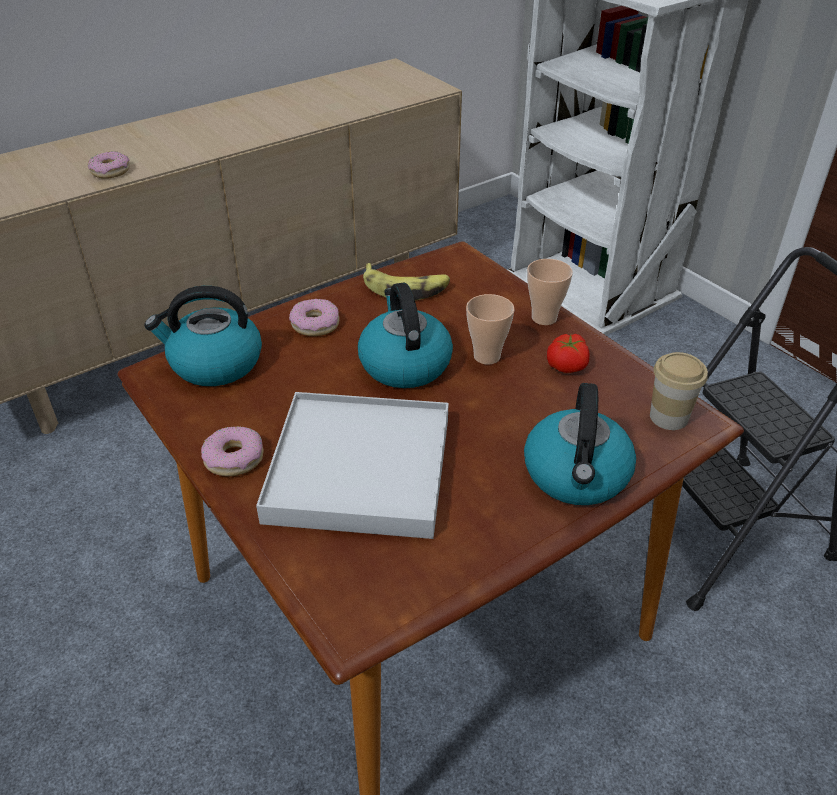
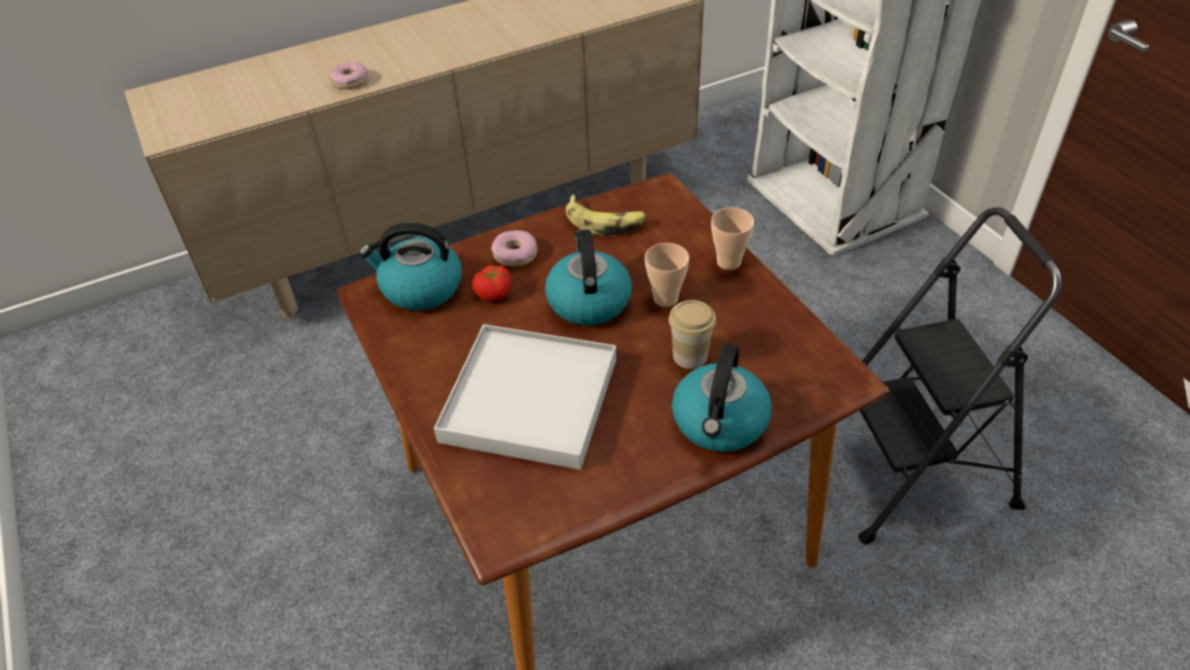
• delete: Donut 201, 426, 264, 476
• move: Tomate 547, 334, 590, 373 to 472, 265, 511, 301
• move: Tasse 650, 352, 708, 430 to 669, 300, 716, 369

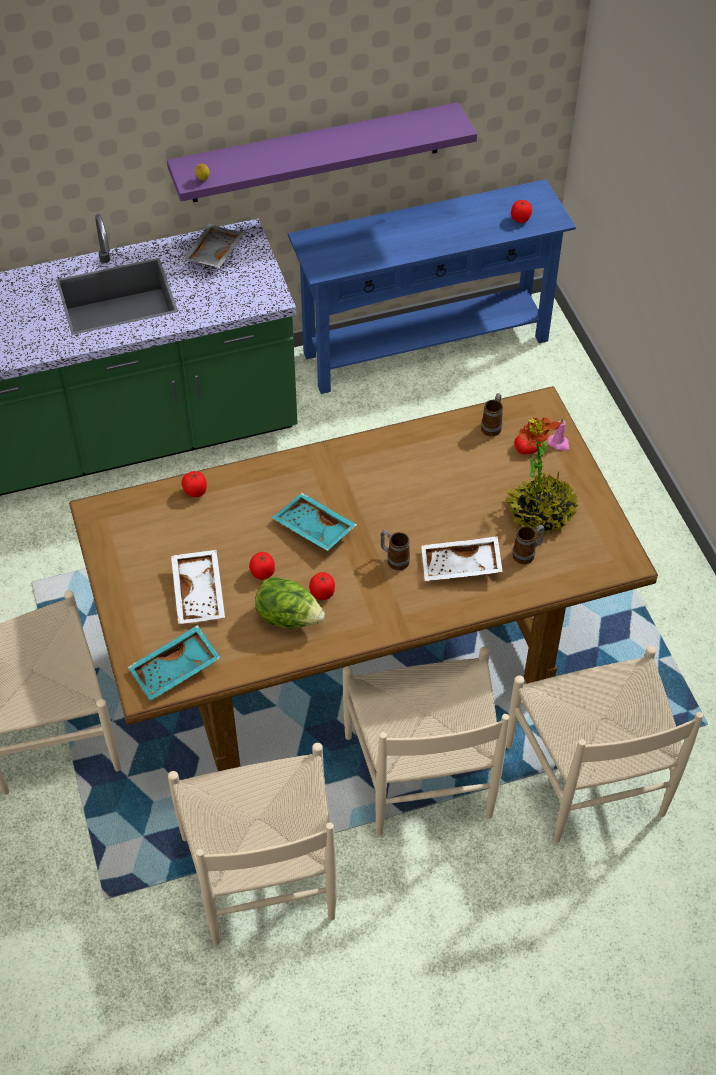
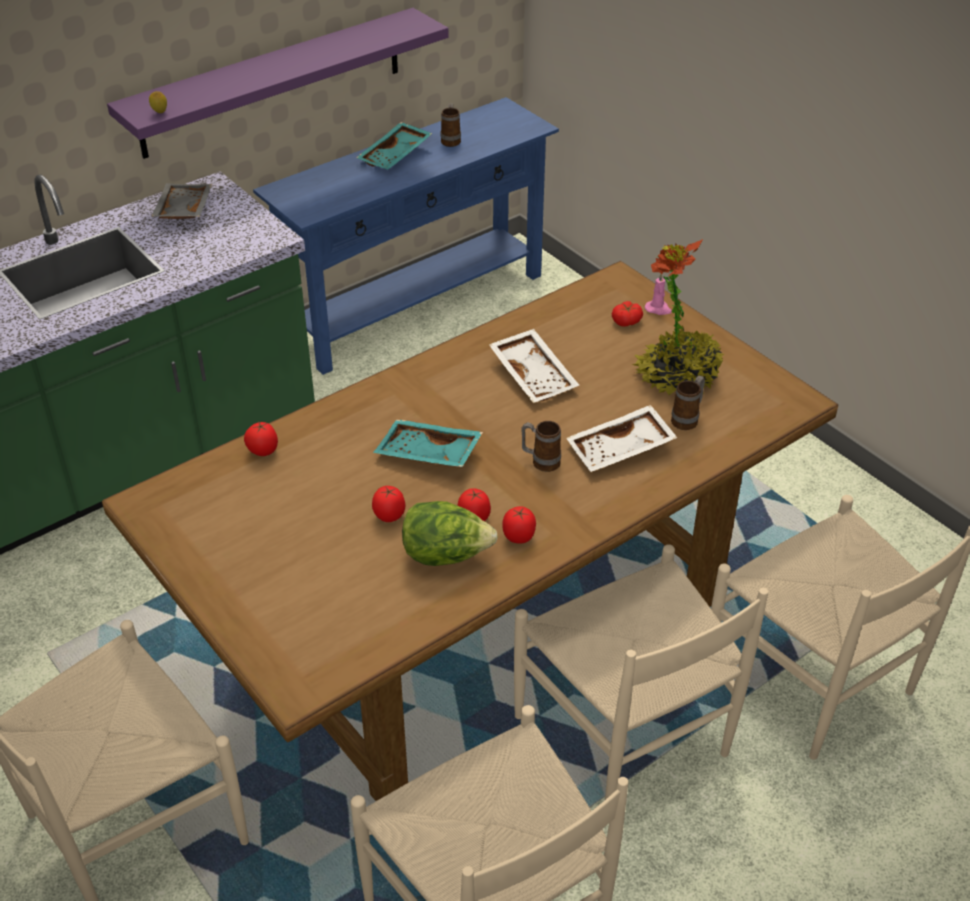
• move: Tablett [türkis] 128, 625, 221, 701 to 356, 122, 433, 170
• move: Tablett [weiß] 171, 550, 225, 624 to 489, 329, 579, 403
• move: Henkelbecher 481, 393, 503, 436 to 441, 103, 461, 147
• move: Tomate 511, 200, 532, 223 to 502, 506, 536, 544

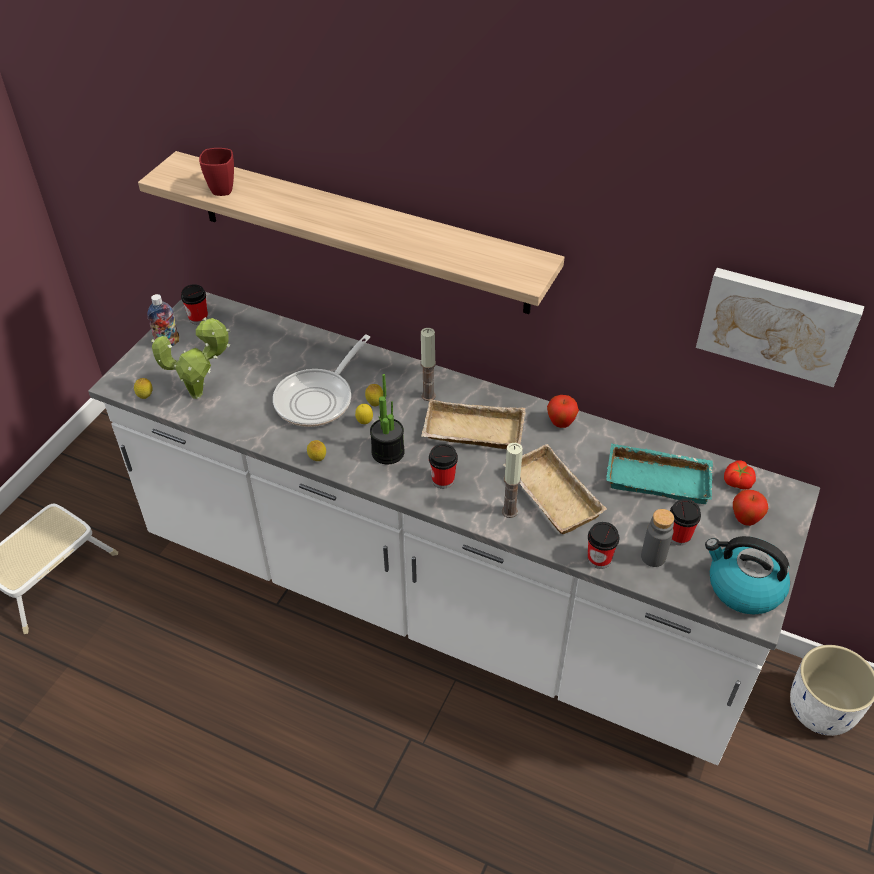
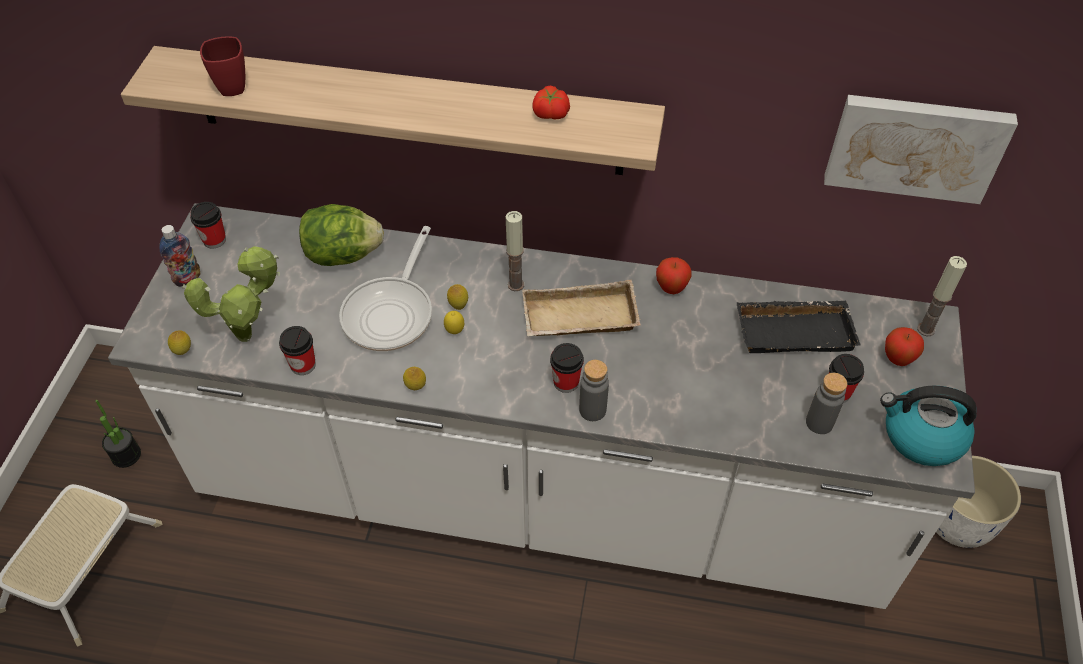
• delete: Tablett [beige] 503, 444, 607, 534
• insert: Salatkopf 299, 204, 384, 266
• insert: Flasche [grau] 579, 360, 609, 421
• move: Topfpflanze 370, 374, 405, 464 to 95, 400, 141, 468
• move: Kerze 502, 443, 523, 518 to 917, 256, 967, 336
• move: Tasse 588, 522, 619, 569 to 279, 326, 316, 375
• move: Tomate 724, 460, 756, 490 to 533, 85, 570, 119
• recolor: Tablett [türkis] 606, 443, 713, 504 to Tablett [schwarz] 736, 301, 860, 353

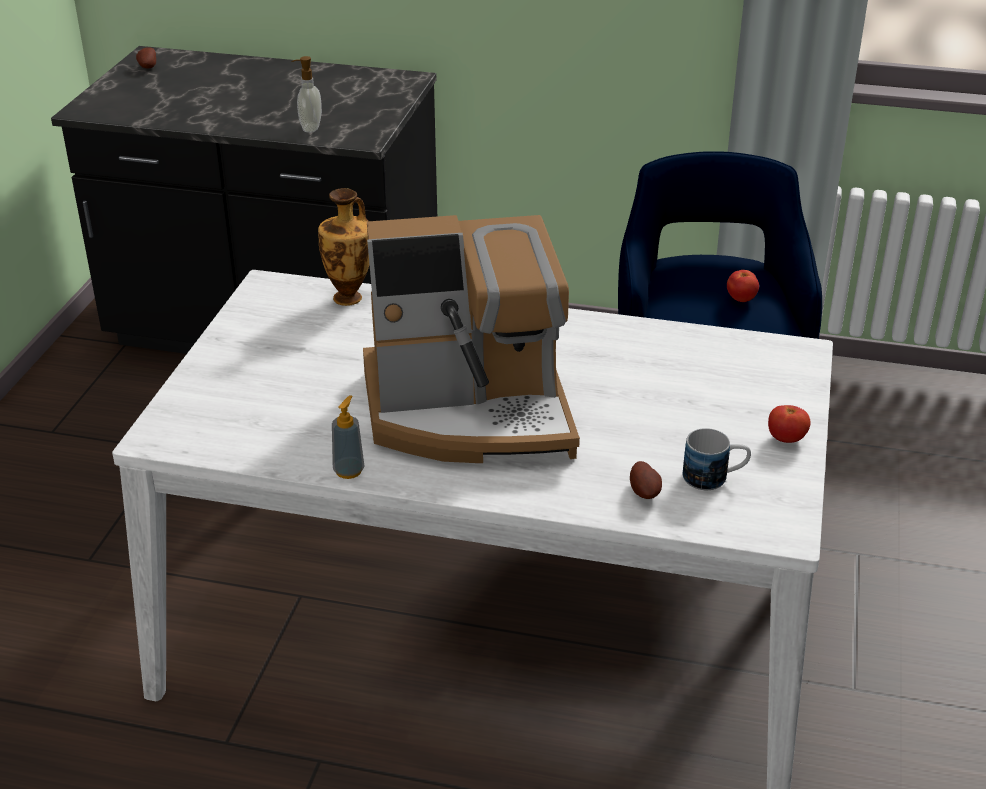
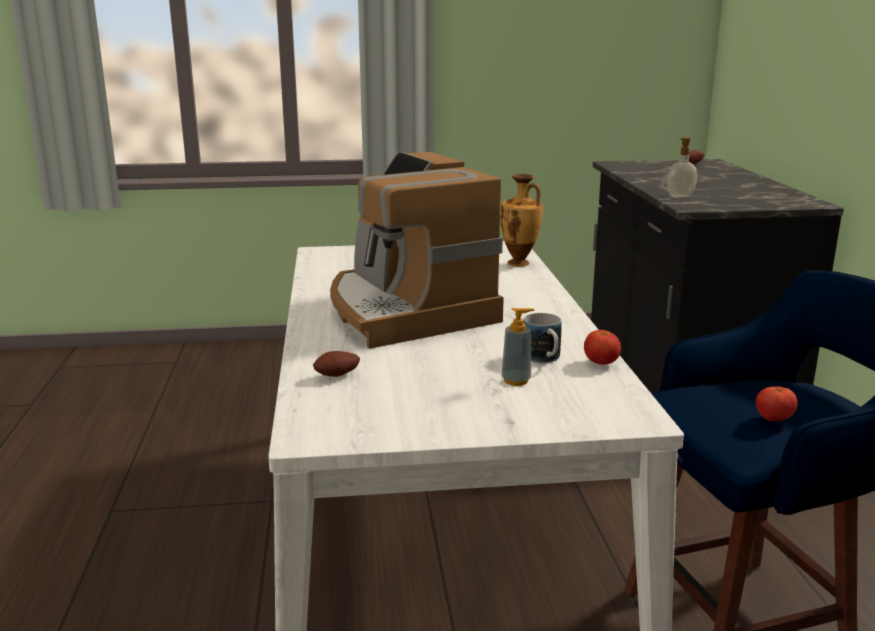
• move: Seifenspender 332, 395, 364, 479 to 501, 308, 534, 386
• move: Henkelbecher 683, 428, 751, 490 to 523, 313, 562, 363
• move: Tomate 768, 405, 811, 443 to 584, 330, 621, 365

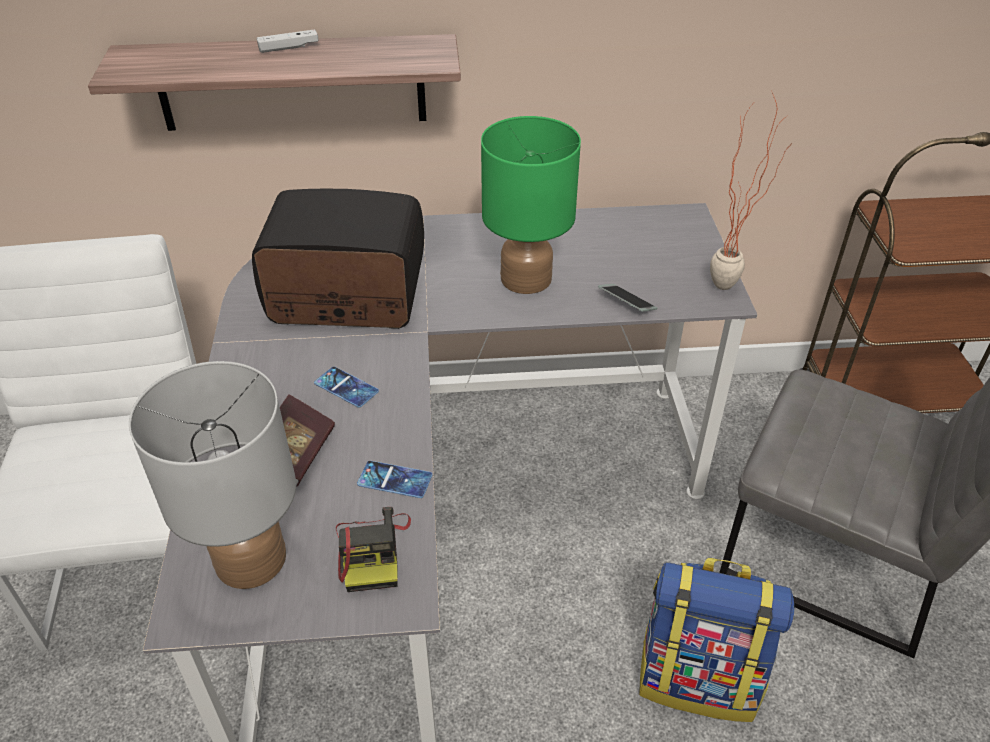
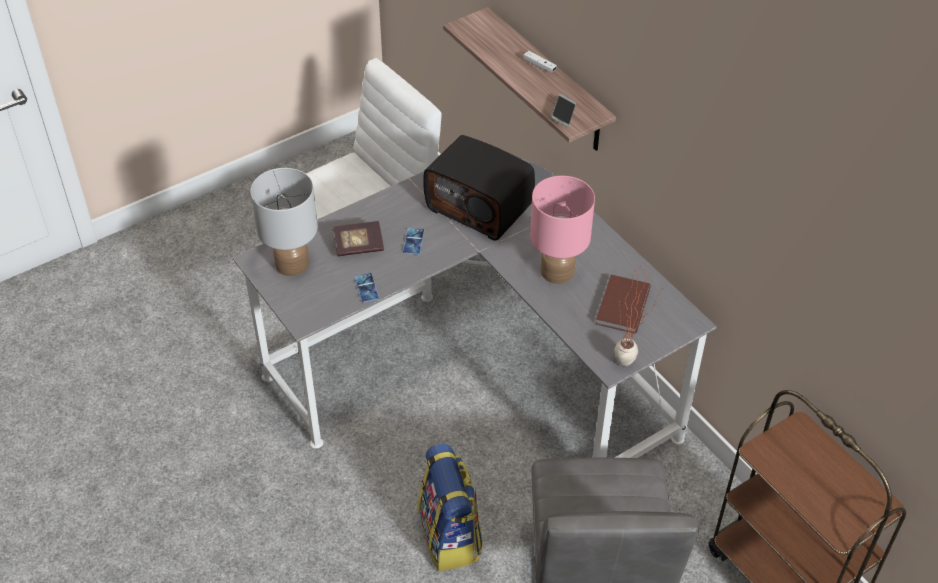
• delete: Kamera 336, 507, 411, 592
• insert: Buch [braun] 595, 275, 651, 334
• move: Handy 598, 284, 657, 312 to 551, 94, 576, 127
• recolor: Tischlampe [grün] 481, 116, 581, 294 to Tischlampe [rosa] 530, 176, 595, 284
• rotate: Radio 252, 189, 424, 329 = 423, 135, 535, 241 150 degrees clockwise

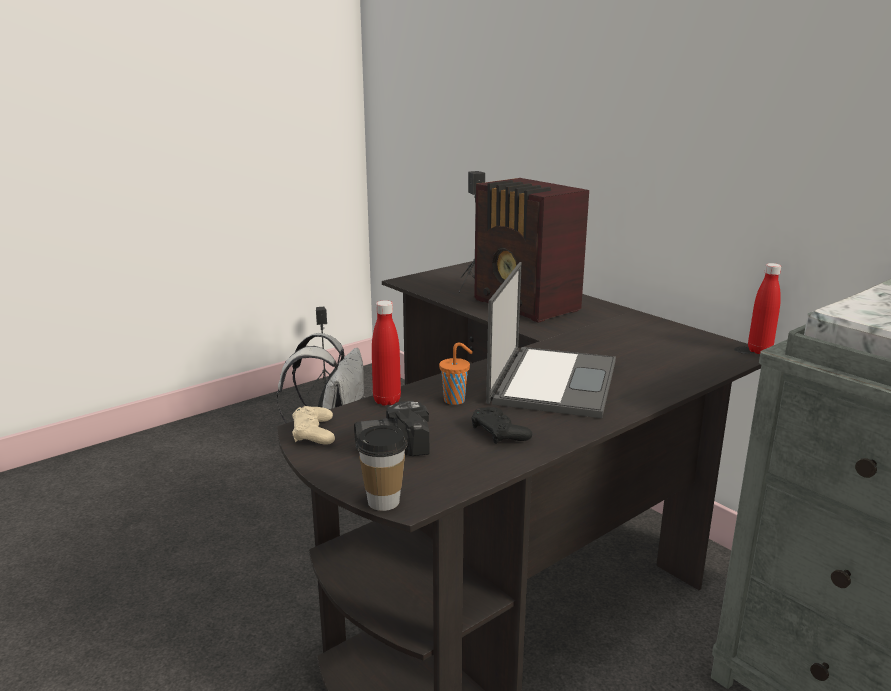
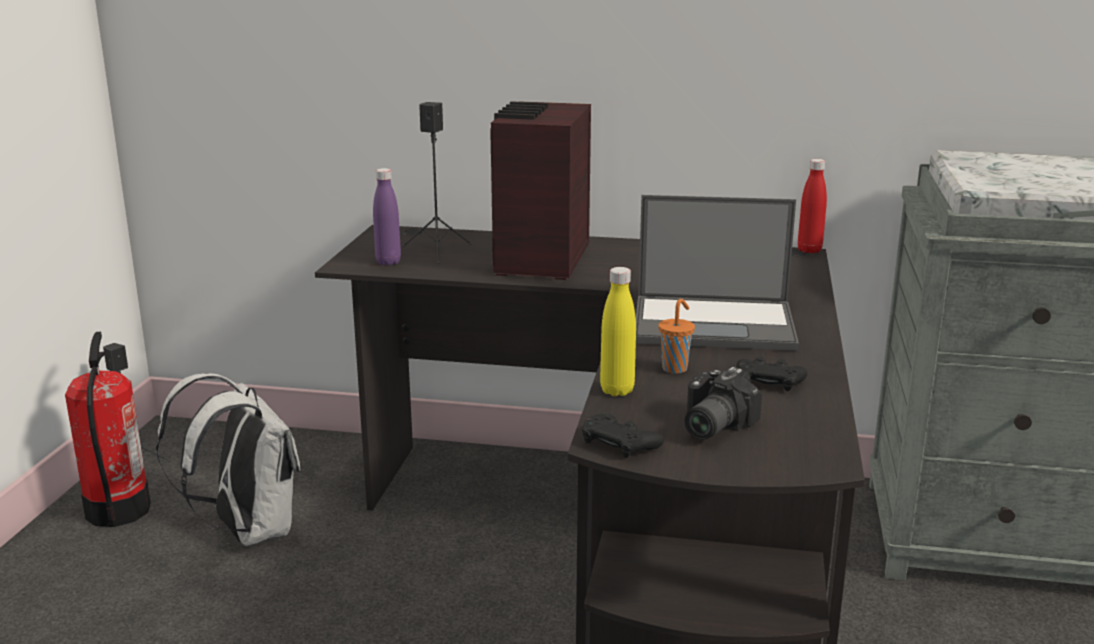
• delete: Tasse 356, 425, 408, 511
• insert: Feuerlöscher 65, 332, 151, 527
• insert: Flasche [lila] 373, 168, 401, 266
• recolor: Gamepad [beige] 292, 406, 335, 445 to Gamepad [schwarz] 582, 414, 664, 458
• recolor: Flasche [rot] 372, 300, 401, 406 to Flasche [gelb] 600, 267, 636, 396
• rotate: Radio 474, 178, 589, 323 = 490, 101, 591, 280 90 degrees clockwise
• rotate: Laptop 486, 262, 616, 418 = 636, 195, 799, 351 120 degrees clockwise

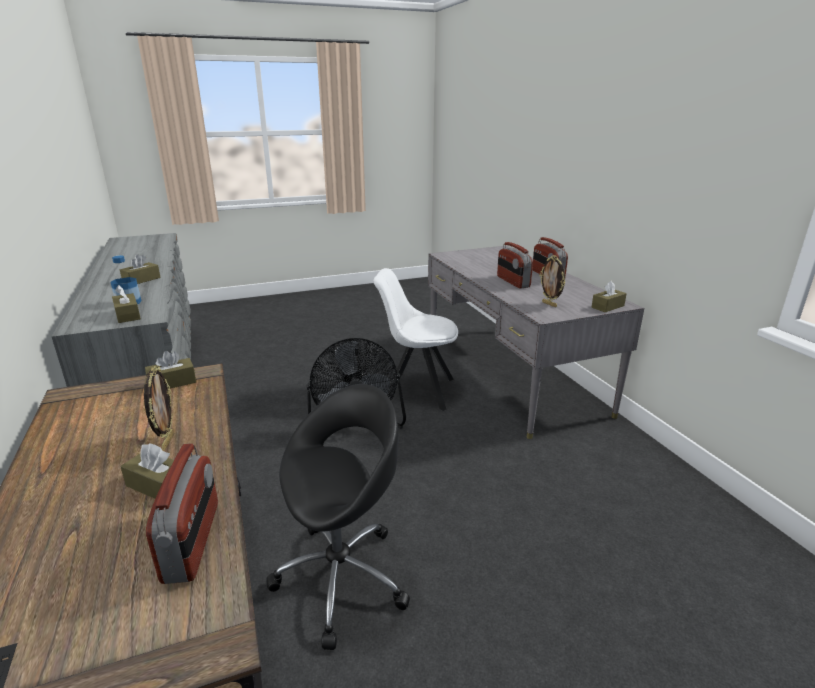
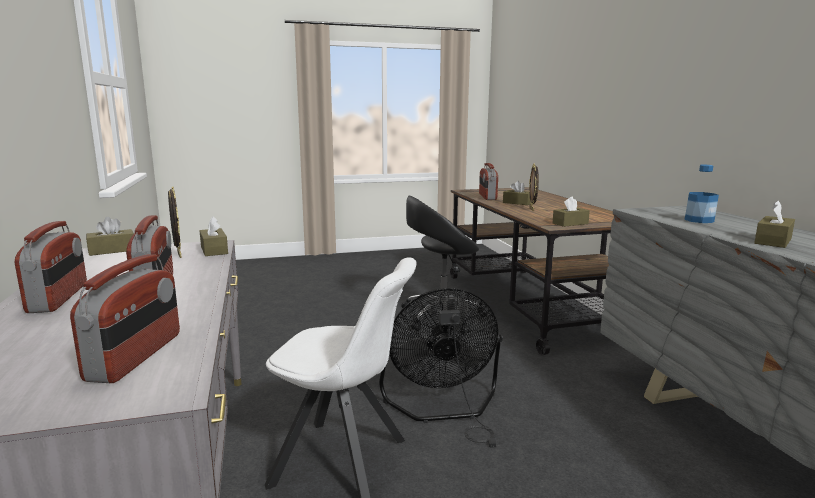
• insert: Radio 70, 254, 180, 383
• move: Taschentuchbox [braun] 112, 285, 141, 323 to 200, 216, 228, 256

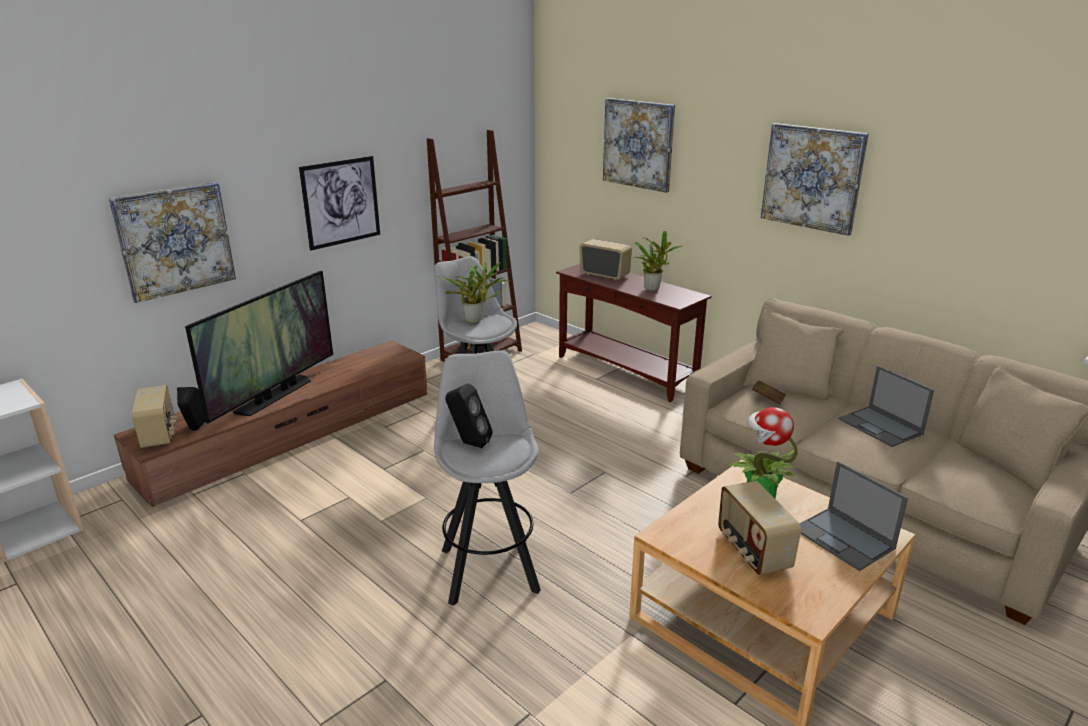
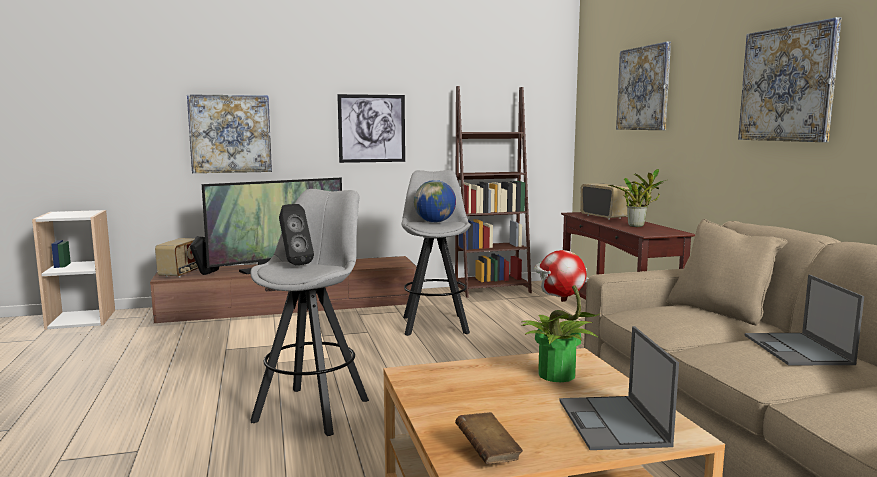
• delete: Radio 718, 481, 801, 575
• move: Buch [braun] 752, 381, 786, 404 to 455, 412, 523, 464
• replace: Topfpflanze 437, 262, 512, 324 to Globus 414, 180, 456, 223

